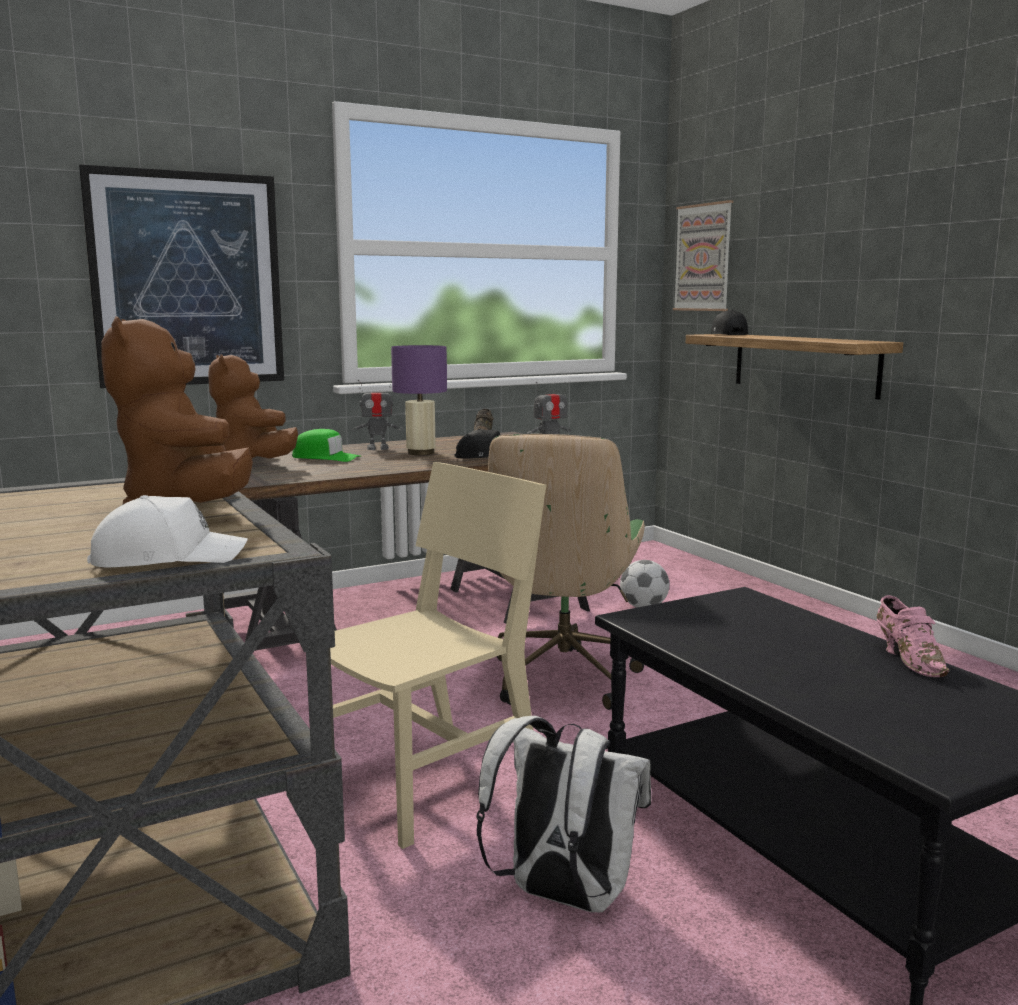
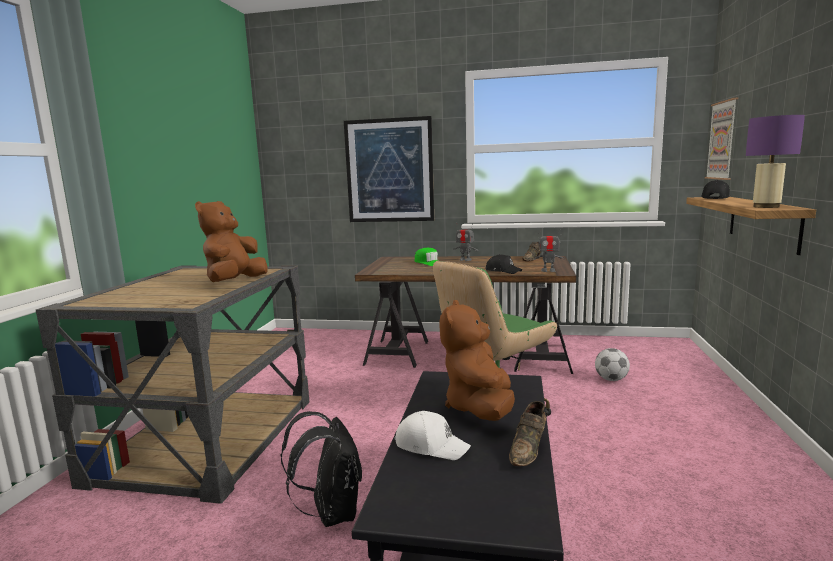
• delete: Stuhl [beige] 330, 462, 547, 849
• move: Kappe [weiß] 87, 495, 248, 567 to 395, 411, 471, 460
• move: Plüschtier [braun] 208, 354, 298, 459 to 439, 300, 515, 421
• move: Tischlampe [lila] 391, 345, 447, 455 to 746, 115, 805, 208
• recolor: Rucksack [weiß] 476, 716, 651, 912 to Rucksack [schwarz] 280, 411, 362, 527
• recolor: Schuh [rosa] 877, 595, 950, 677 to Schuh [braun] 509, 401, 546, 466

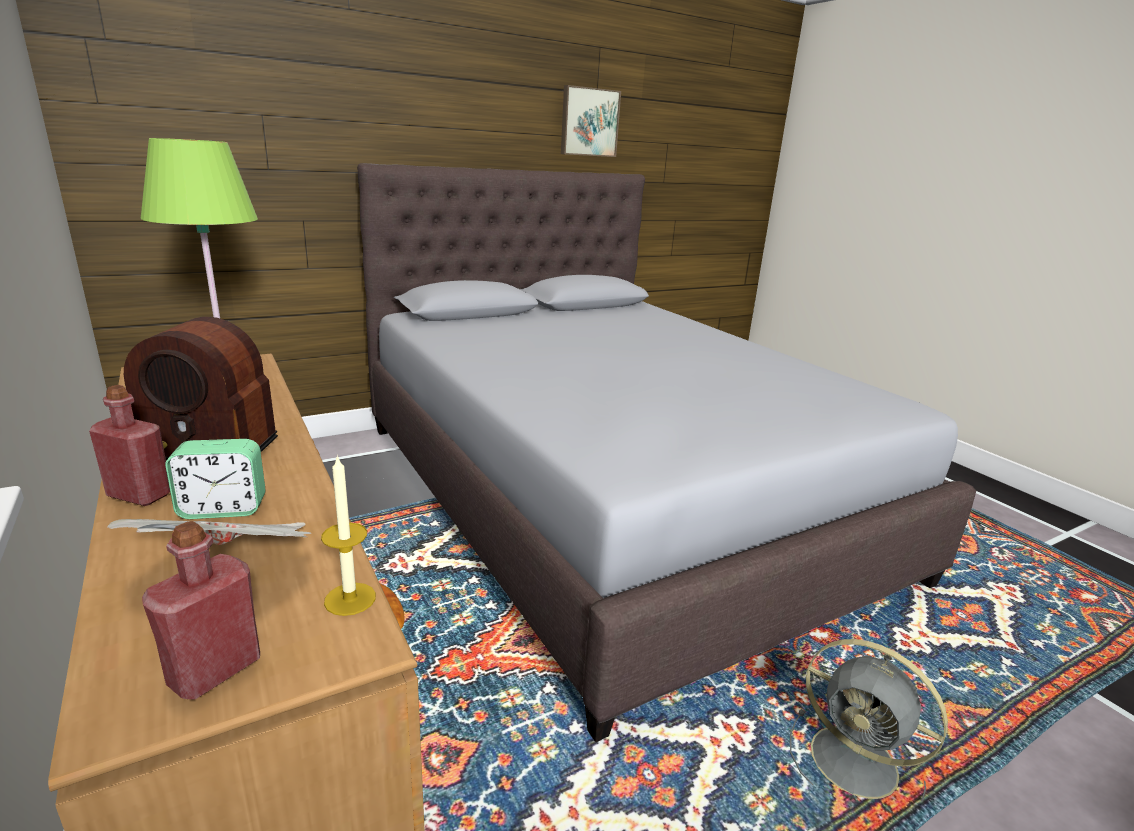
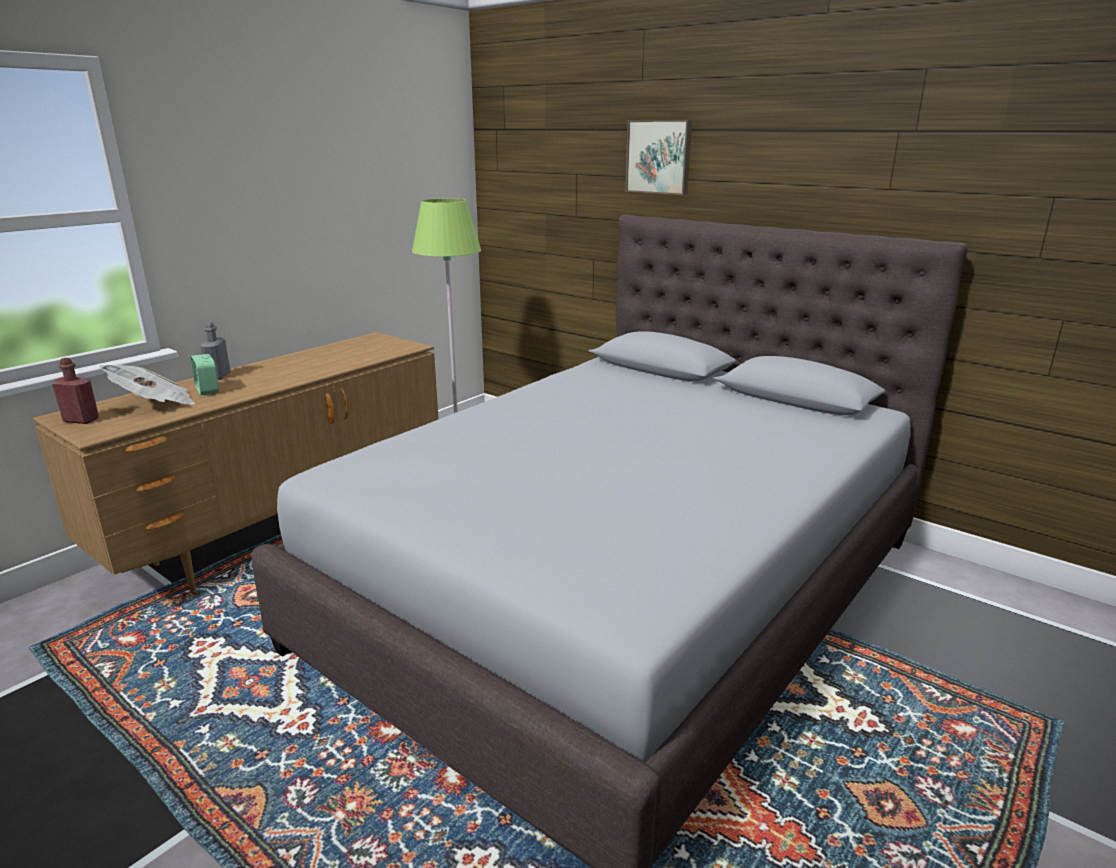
• delete: Radio 124, 317, 278, 461
• delete: Kerze 321, 455, 376, 616
• delete: Ventilator [grau] 790, 639, 948, 802
• move: Bild 561, 85, 621, 157 to 625, 120, 692, 195
• recolor: Flasche [rot] 89, 385, 170, 506 to Flasche [grau] 200, 322, 230, 380

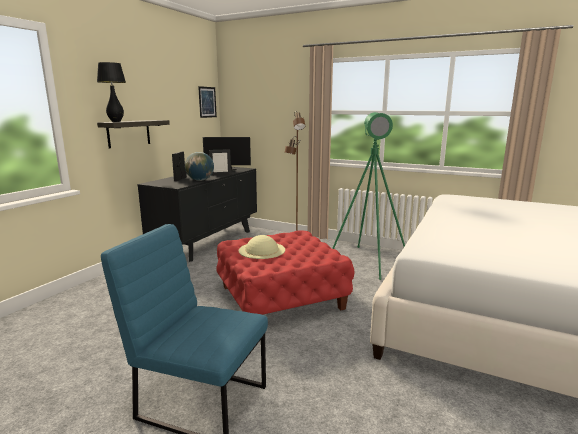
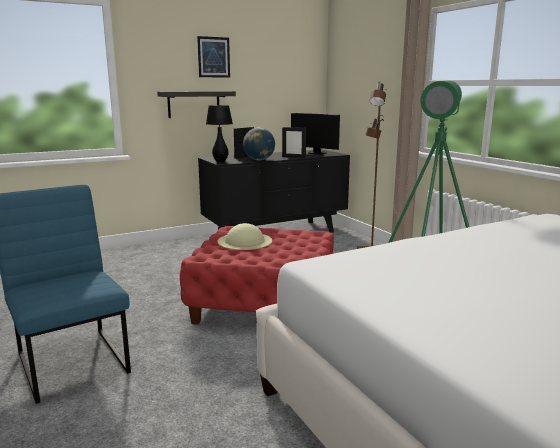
• move: Tischlampe [schwarz] 97, 62, 126, 122 to 206, 105, 233, 163
• move: Bild 198, 86, 217, 118 to 197, 36, 230, 78

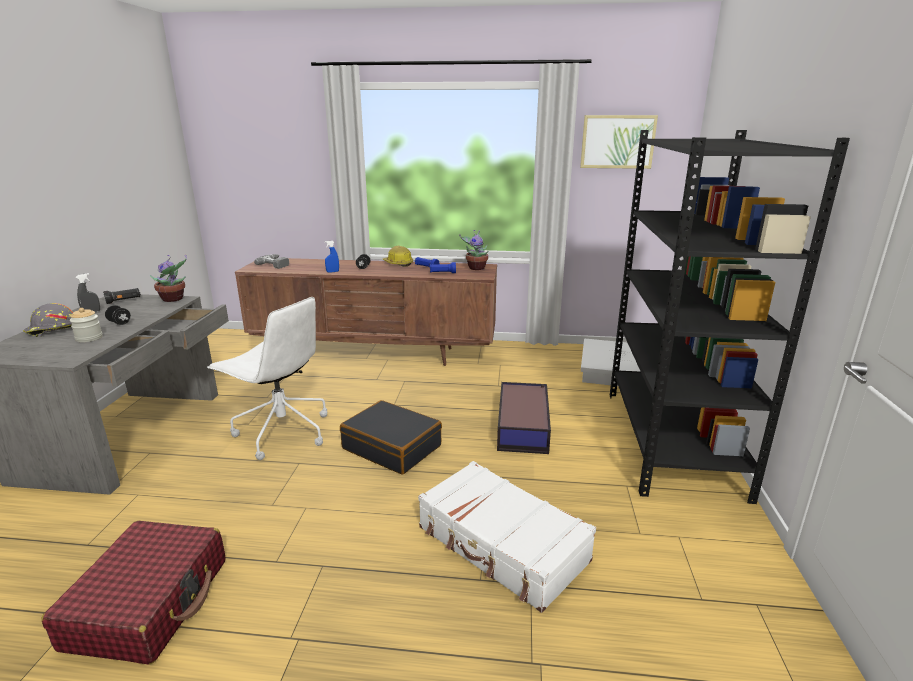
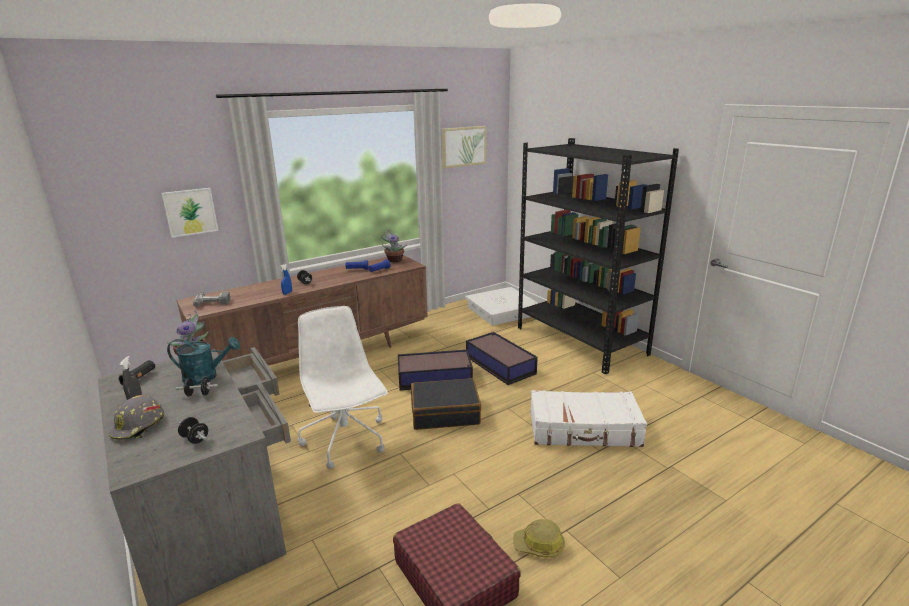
• delete: Vorratsglas 70, 308, 103, 342
• insert: Bild 162, 188, 219, 238
• insert: Gießkanne [türkis] 167, 337, 240, 385
• insert: Hantel [schwarz] 178, 417, 208, 444
• insert: Aufbewahrungsbox 398, 350, 473, 391
• move: Schutzhelm 382, 246, 413, 267 to 513, 519, 565, 558
• rotate: Bürostuhl [weiß] 207, 297, 327, 460 = 298, 306, 388, 469 105 degrees counterclockwise

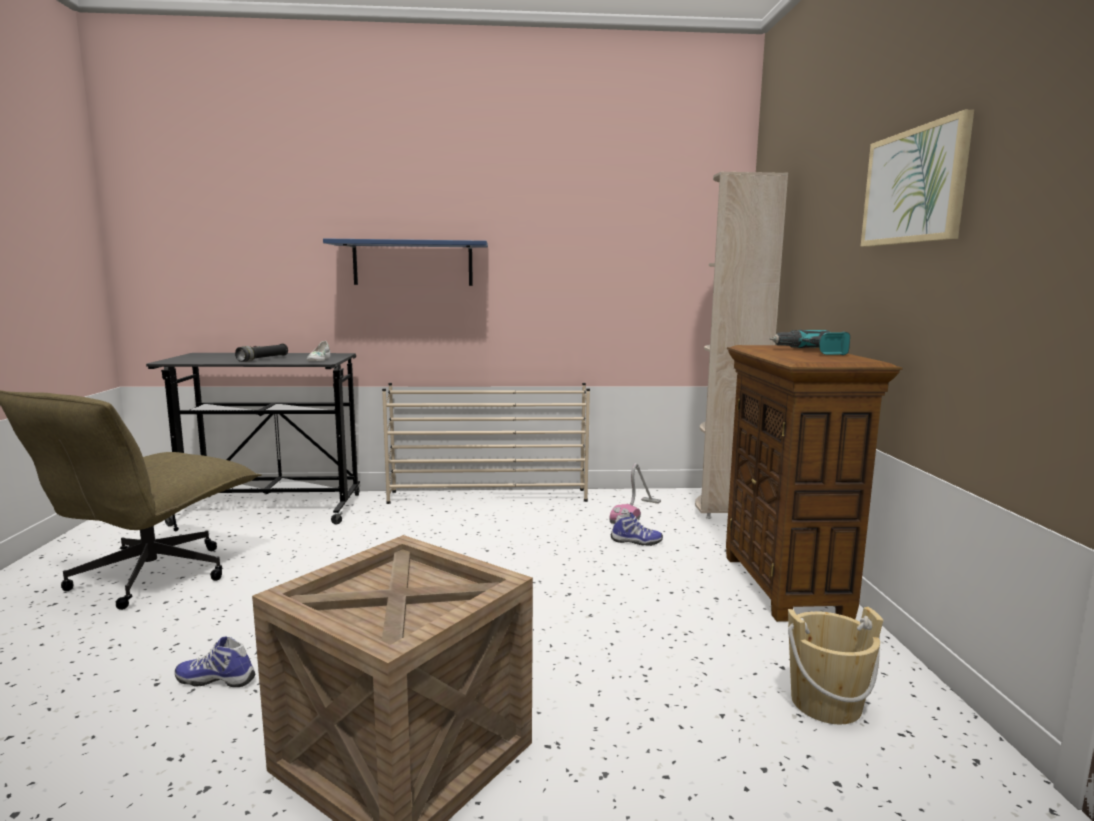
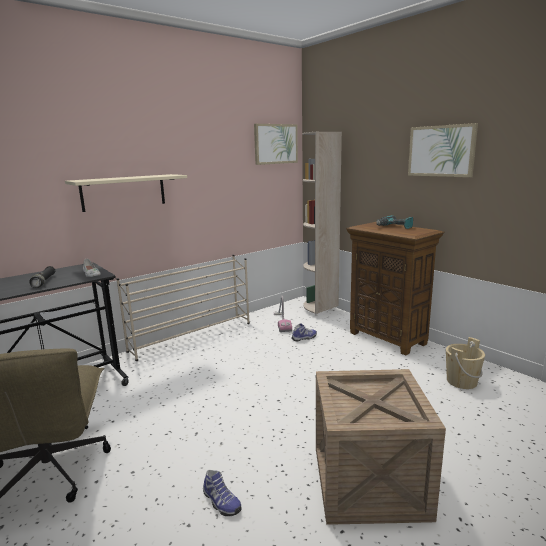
• insert: Bild 254, 124, 298, 165
• recolor: Wandregal [blau] 323, 238, 488, 286 to Wandregal [beige] 65, 174, 187, 212
• rotate: Schuh 175, 636, 255, 687 = 203, 470, 242, 516 105 degrees counterclockwise

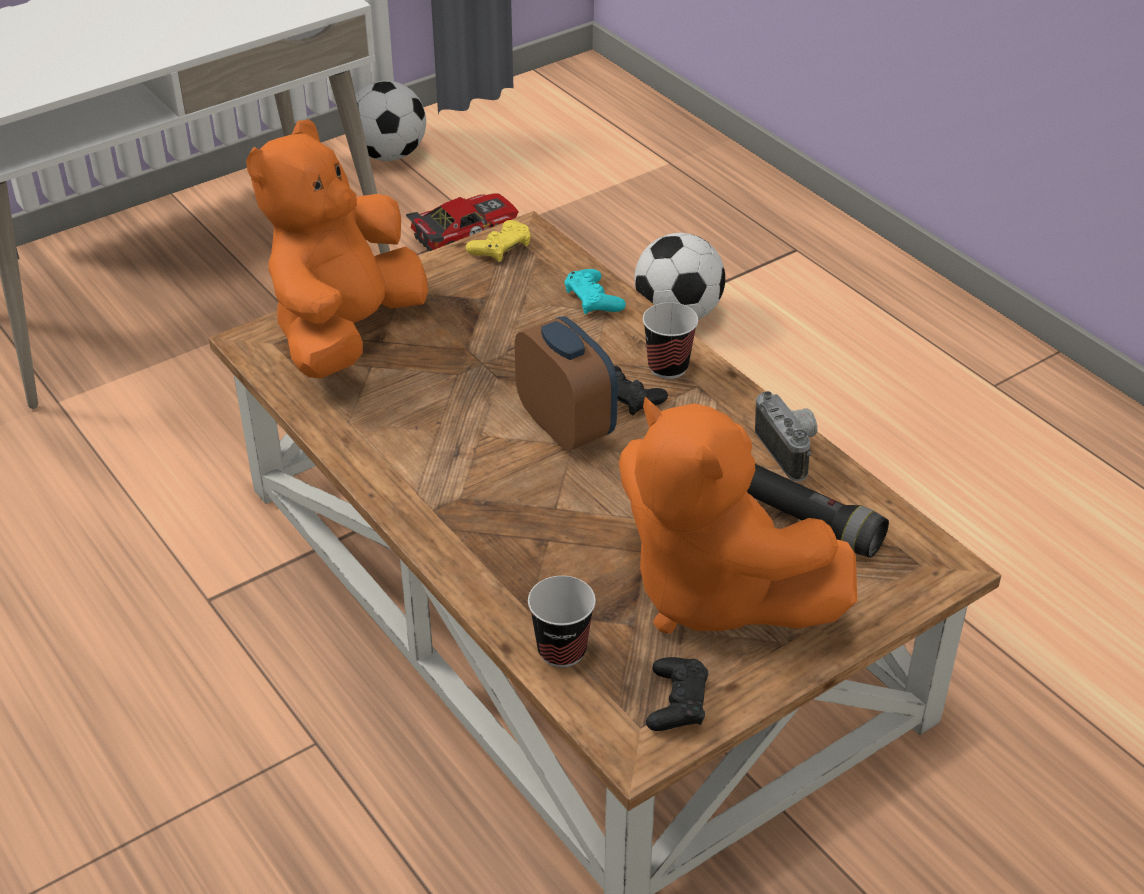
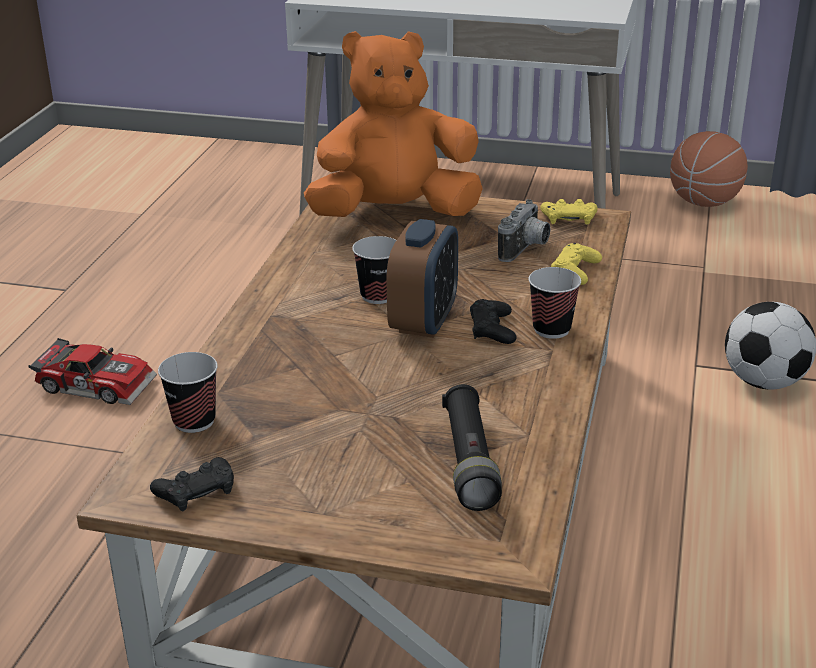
• delete: Plüschtier [orange] 619, 397, 857, 634
• insert: Tasse 352, 236, 396, 304
• move: Spielzeugauto 406, 193, 519, 251 to 28, 338, 157, 405
• move: Kamera 755, 391, 817, 481 to 498, 199, 550, 262
• replace: Fußball 356, 80, 426, 161 to Basketball 670, 131, 748, 207
• recolor: Gamepad [türkis] 564, 269, 626, 314 to Gamepad [gelb] 551, 243, 602, 285

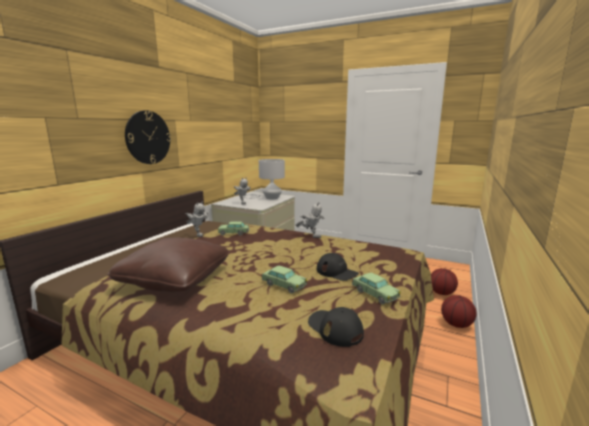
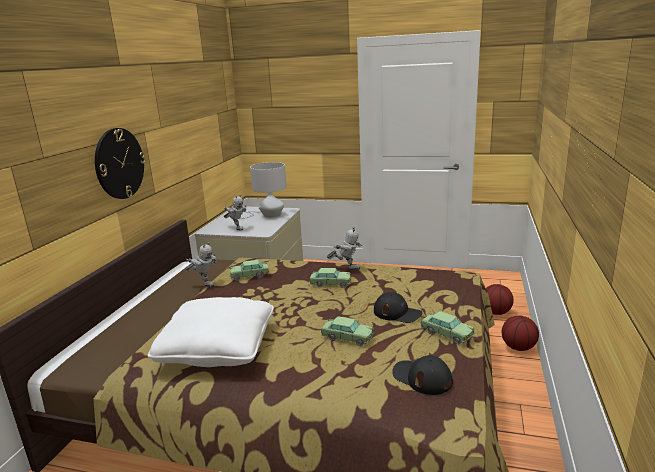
• insert: Spielzeugauto 310, 268, 351, 288
• recolor: Kissen [braun] 107, 238, 230, 293 to Kissen [weiß] 148, 297, 274, 367

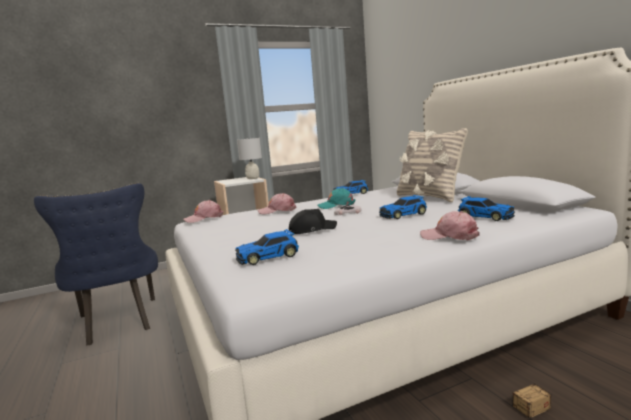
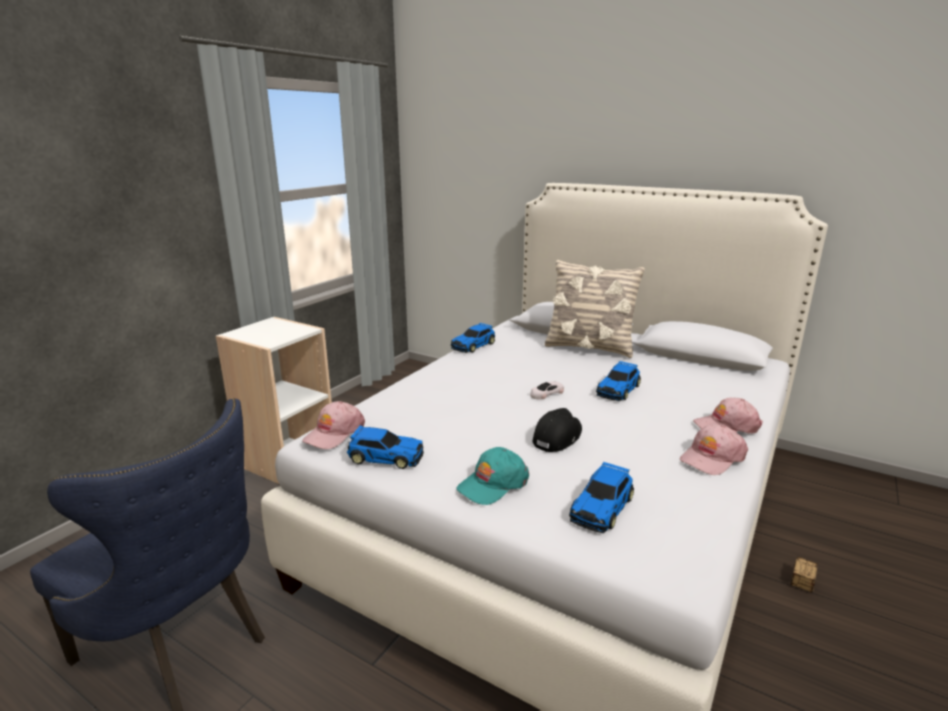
• delete: Tischlampe [grau] 237, 138, 262, 179
• move: Kappe [rosa] 258, 193, 296, 215 to 680, 424, 748, 475
• move: Kappe [türkis] 318, 188, 355, 209 to 457, 447, 529, 505
• move: Spielzeugauto 458, 196, 515, 221 to 347, 425, 424, 469

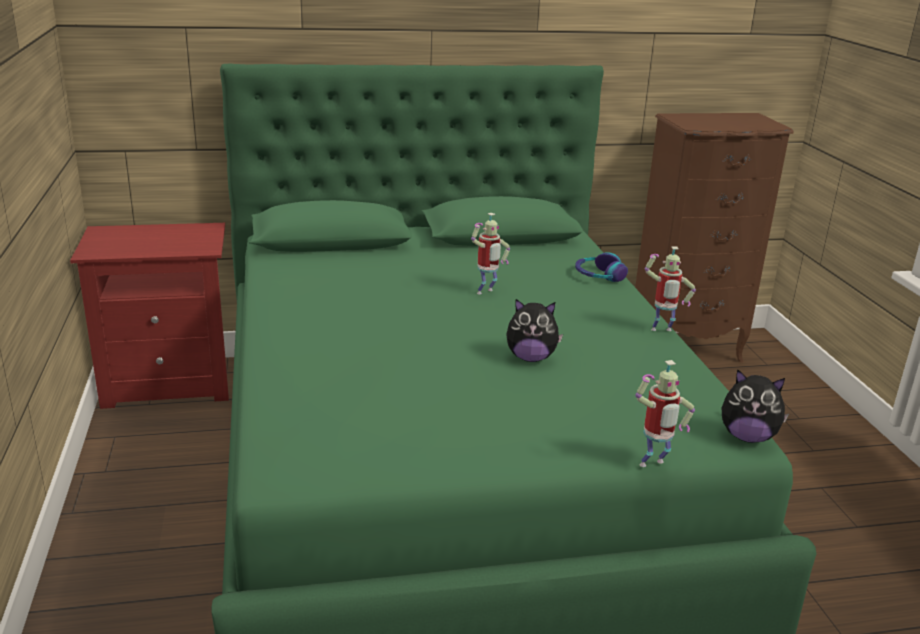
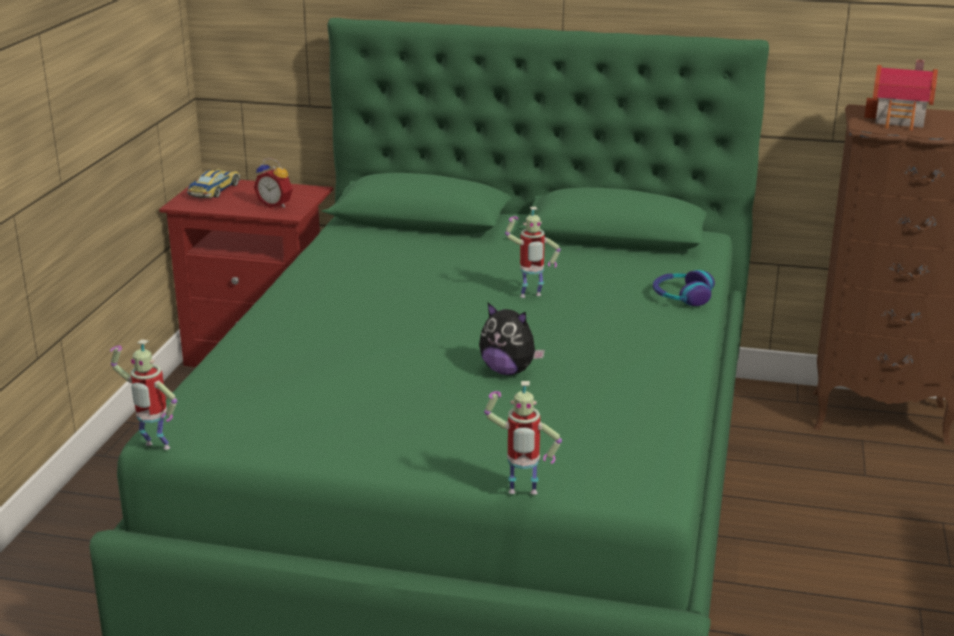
• delete: Plüschtier 722, 369, 789, 443
• insert: Spielzeugauto 187, 169, 240, 198
• insert: Wecker 254, 158, 293, 208
• insert: Spielzeughaus 864, 59, 938, 131
• move: Spielzeugroboter 645, 247, 696, 331 to 110, 339, 177, 450

